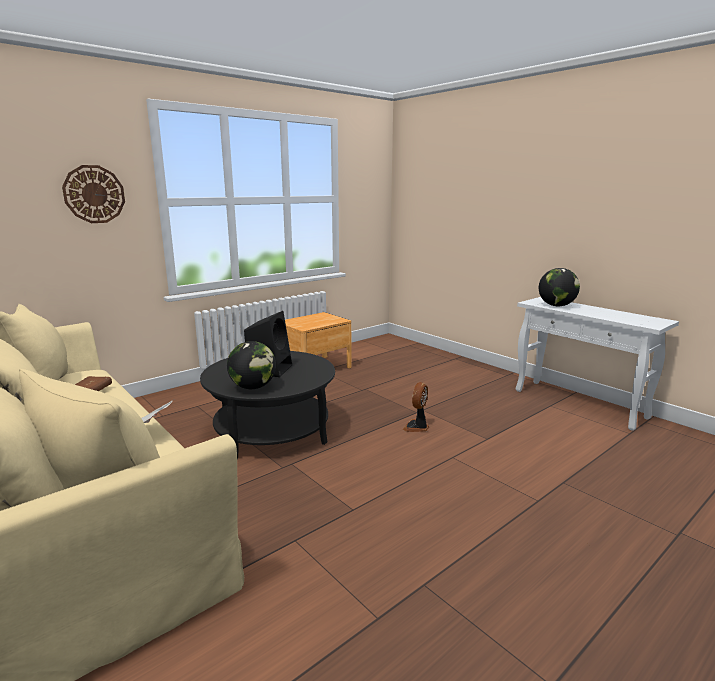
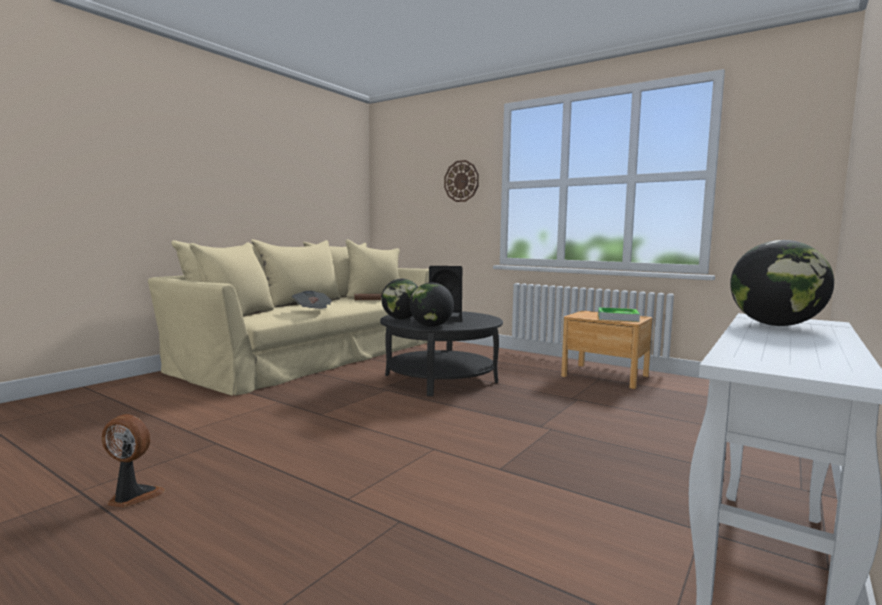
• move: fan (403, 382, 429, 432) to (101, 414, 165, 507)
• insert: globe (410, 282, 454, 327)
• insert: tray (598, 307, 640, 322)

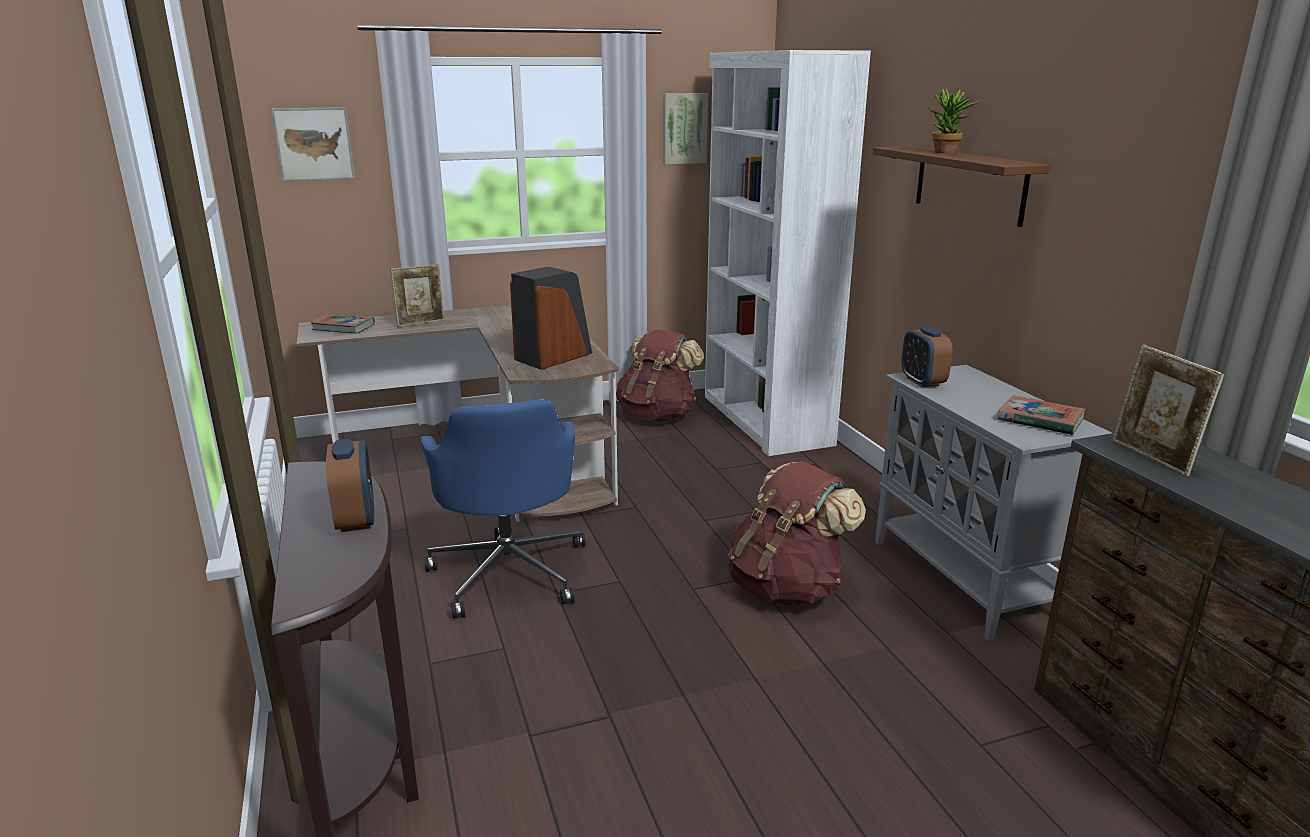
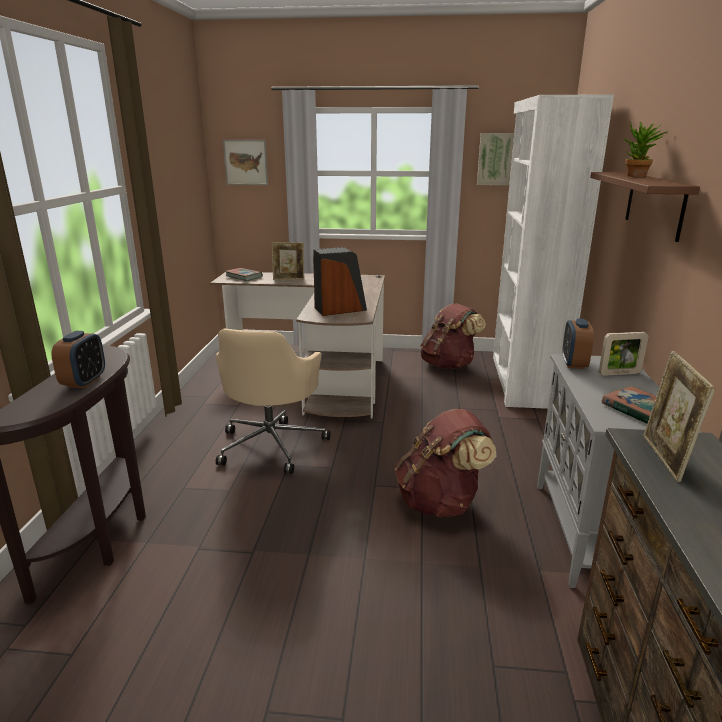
• recolor: blue office chair (421, 399, 585, 619) to beige office chair (216, 329, 331, 474)
• insert: picture frame (599, 332, 648, 376)

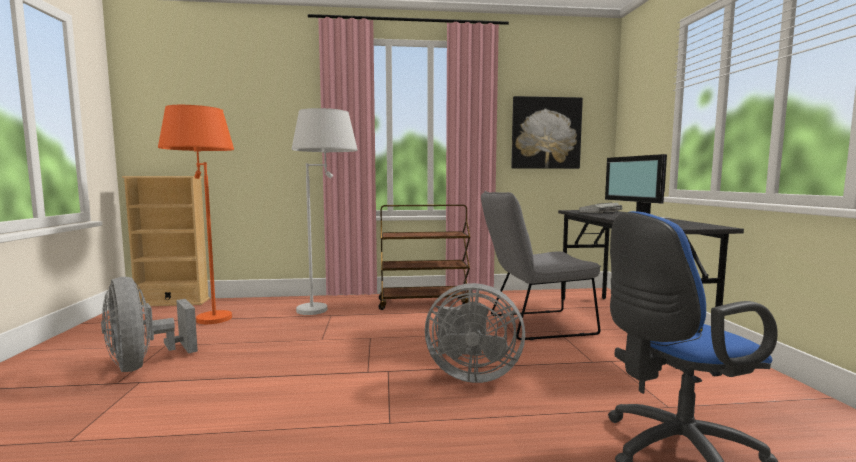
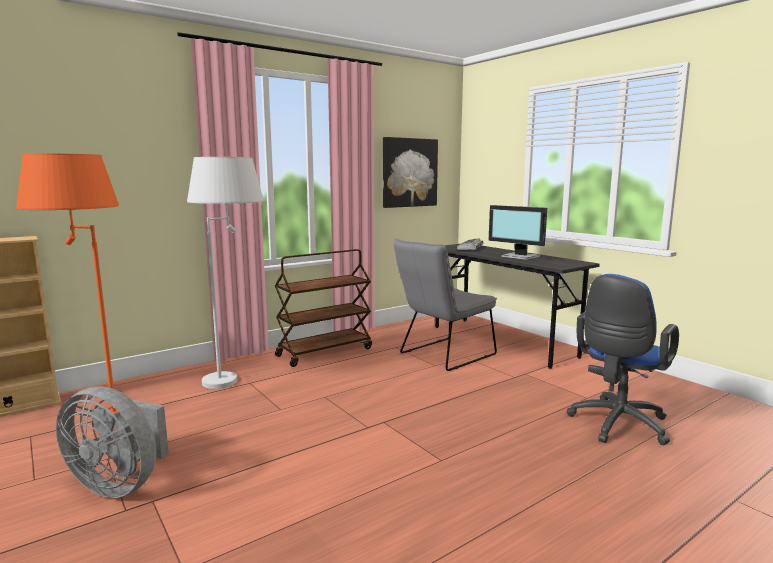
• delete: grey fan (425, 283, 525, 383)

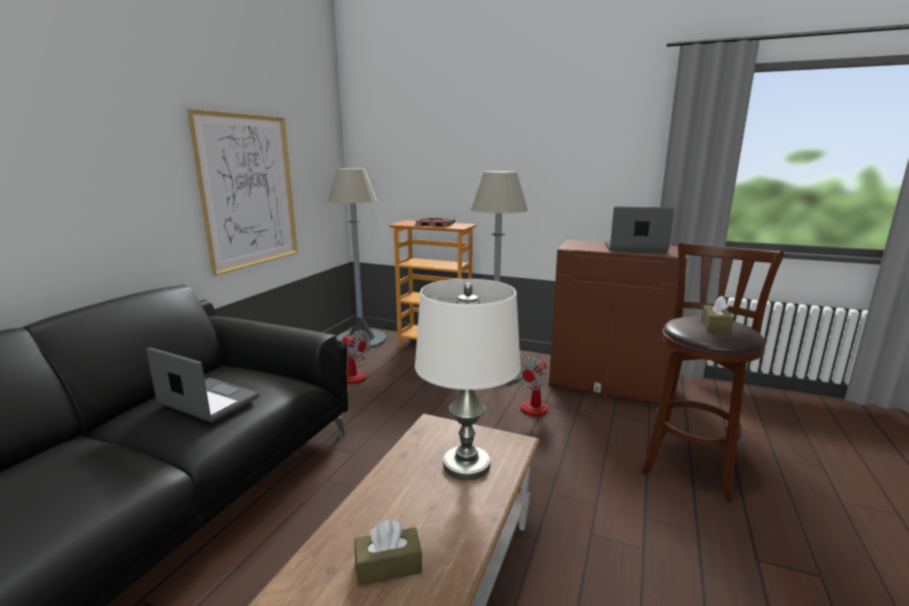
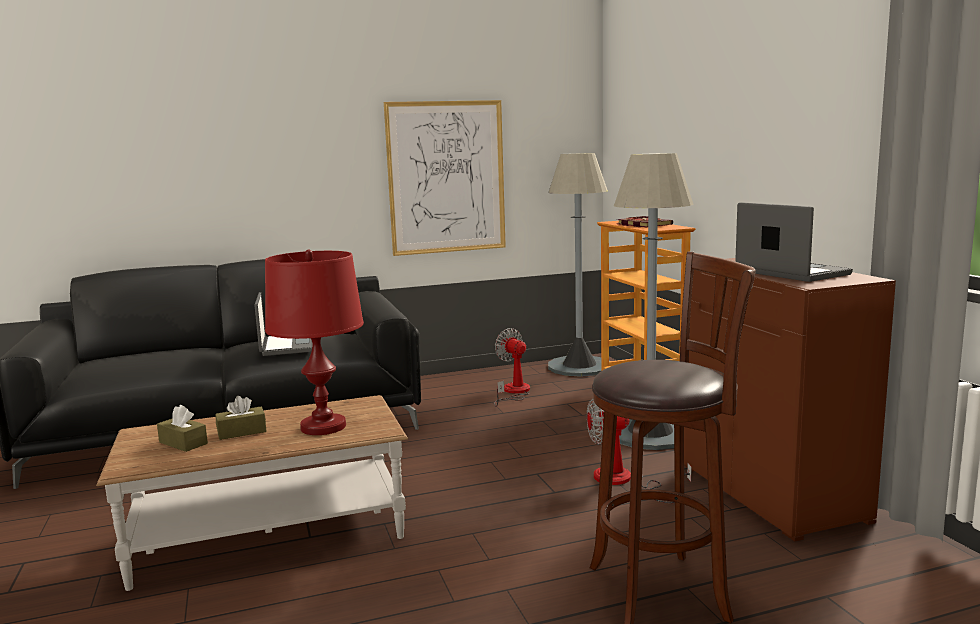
• move: brown tissue box (701, 296, 734, 334) to (215, 396, 267, 440)
• recolor: white table lamp (415, 279, 521, 480) to red table lamp (265, 250, 364, 435)
• rotate: fan (342, 330, 371, 384) = (494, 328, 530, 407) 150 degrees clockwise

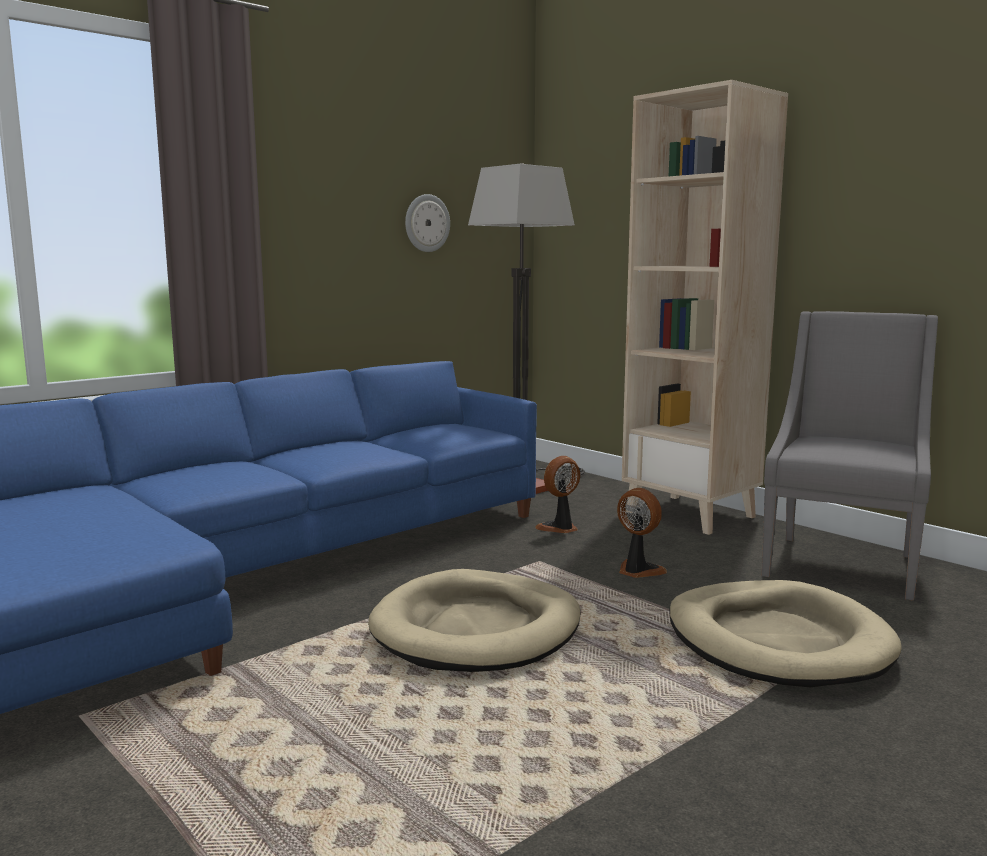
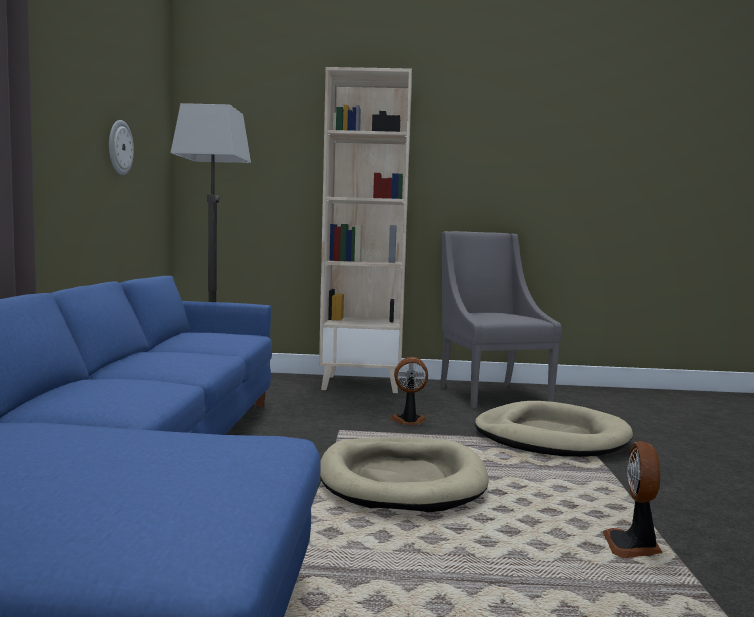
• move: fan (535, 456, 580, 533) to (603, 441, 663, 558)

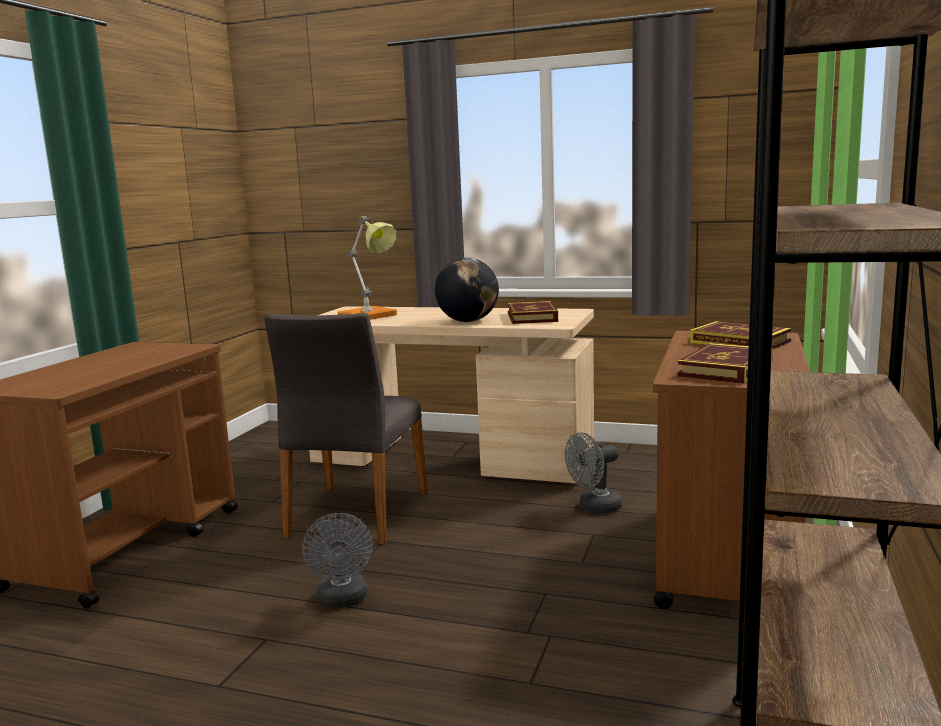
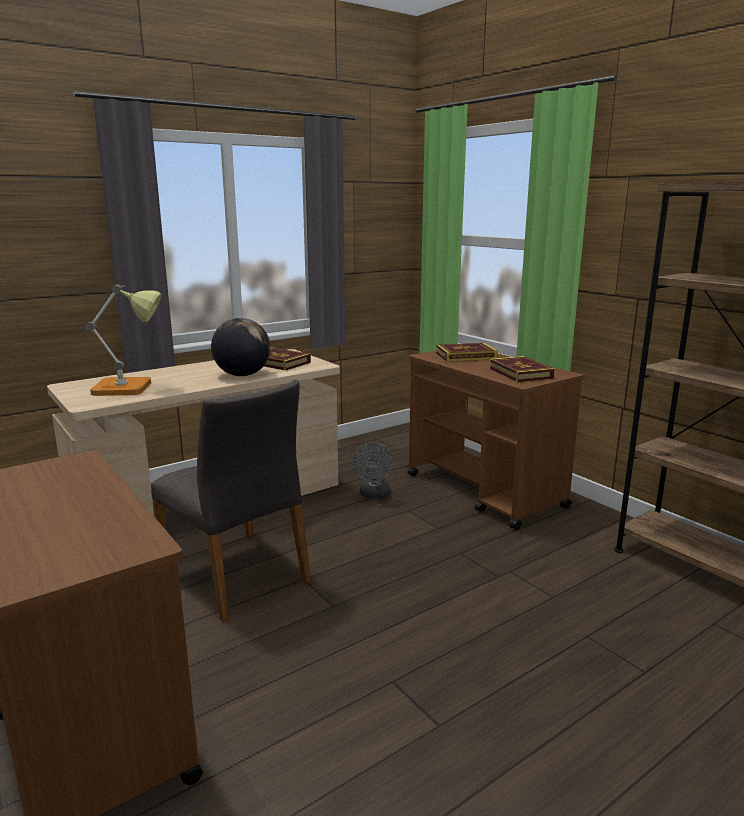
• delete: grey fan (302, 513, 373, 608)

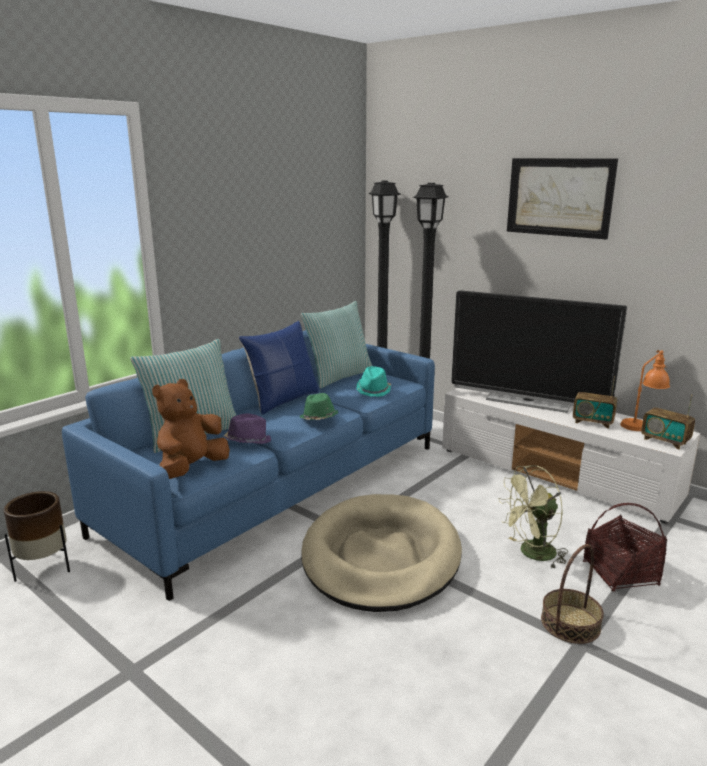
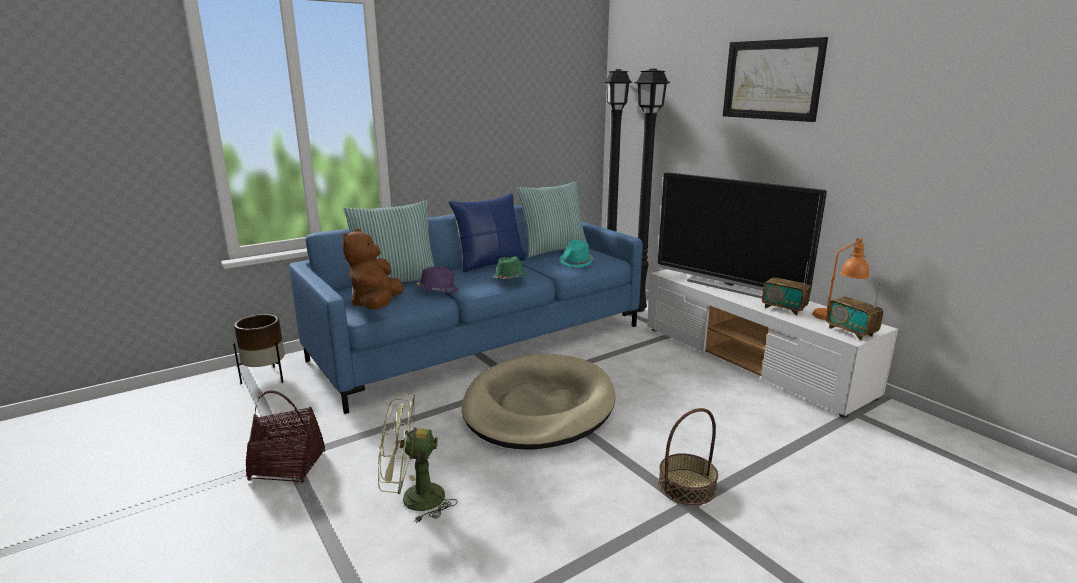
• move: basket (583, 503, 667, 591) to (246, 391, 325, 484)
• rotate: brown plush toy (152, 379, 230, 479) = (342, 228, 404, 309) 45 degrees counterclockwise
• move: green fan (499, 465, 568, 568) to (378, 393, 458, 523)

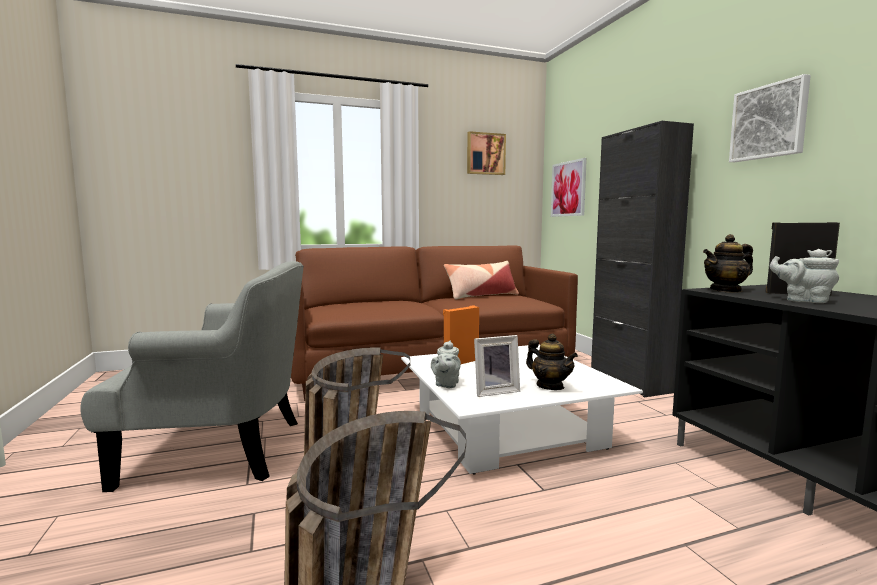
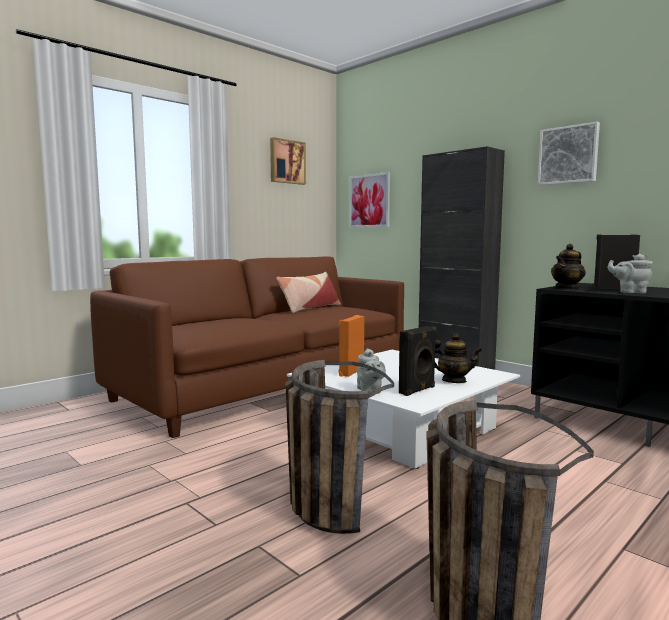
• replace: picture frame (474, 335, 520, 397) to black speaker (399, 326, 436, 396)
• delete: grey armchair (80, 261, 304, 492)

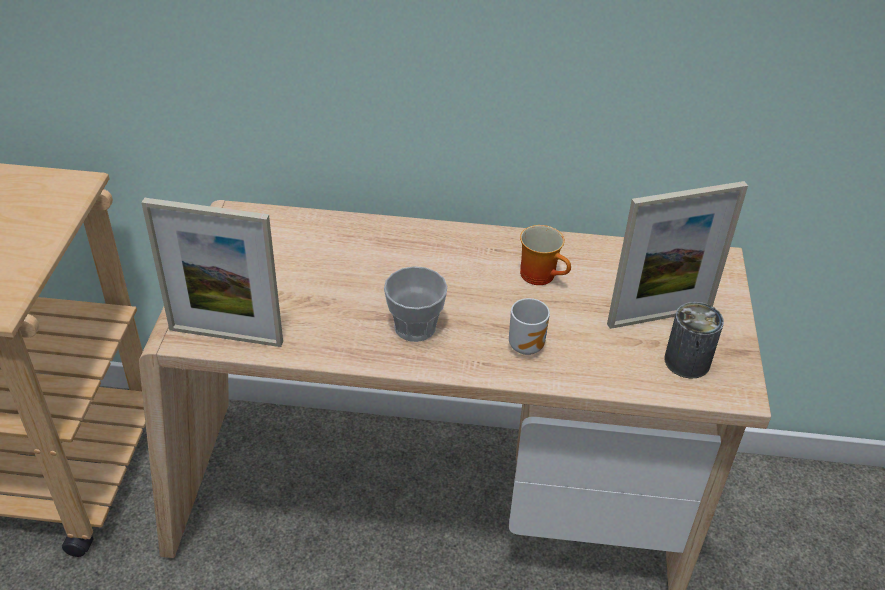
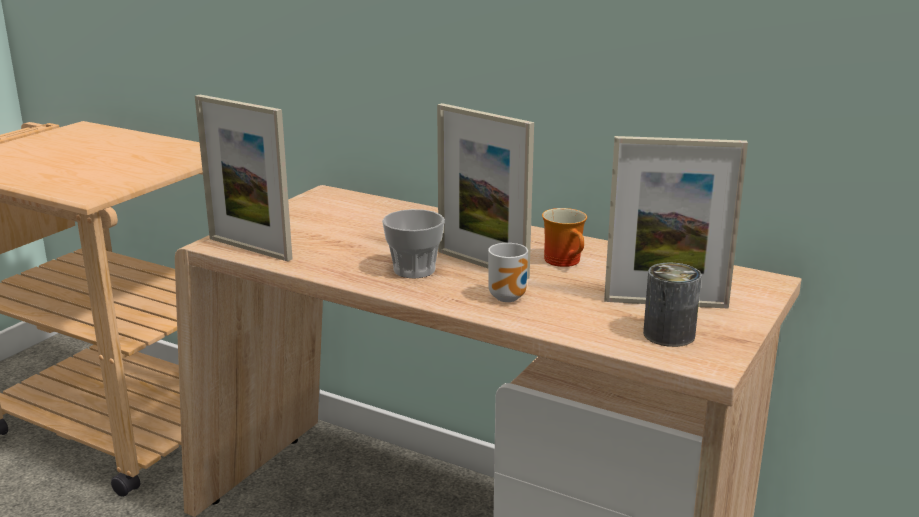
• insert: picture frame (437, 103, 534, 279)

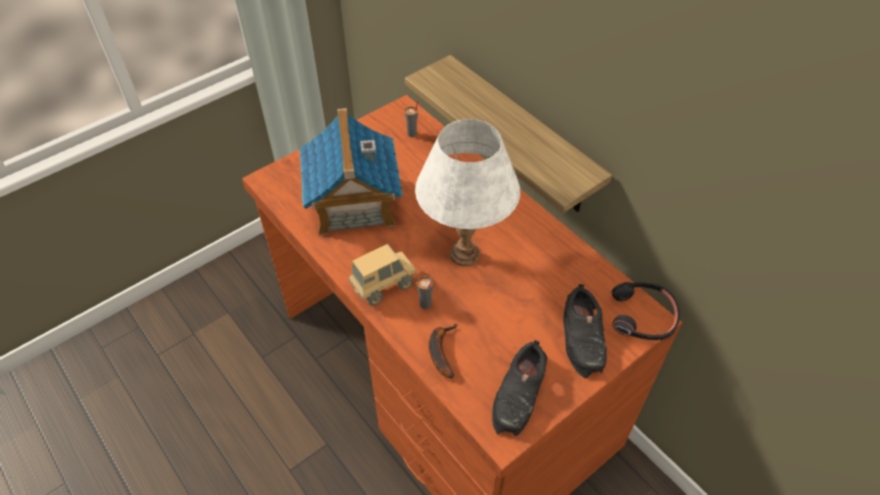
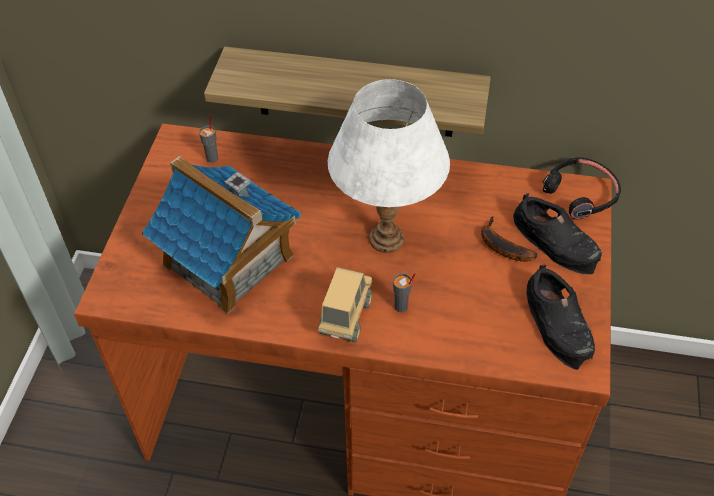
• move: banana (429, 324, 457, 378) to (481, 216, 537, 262)

